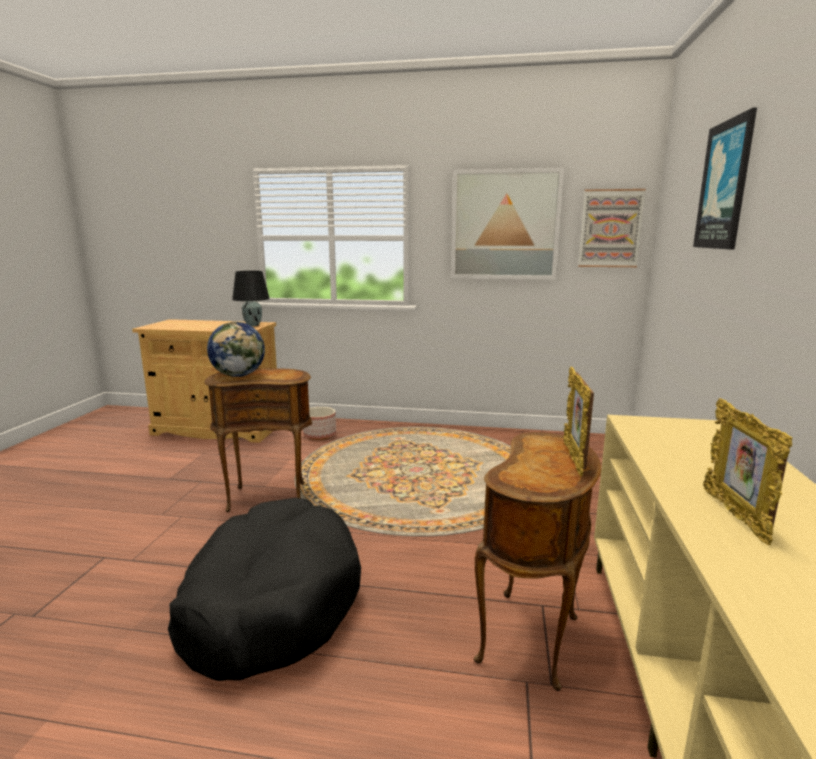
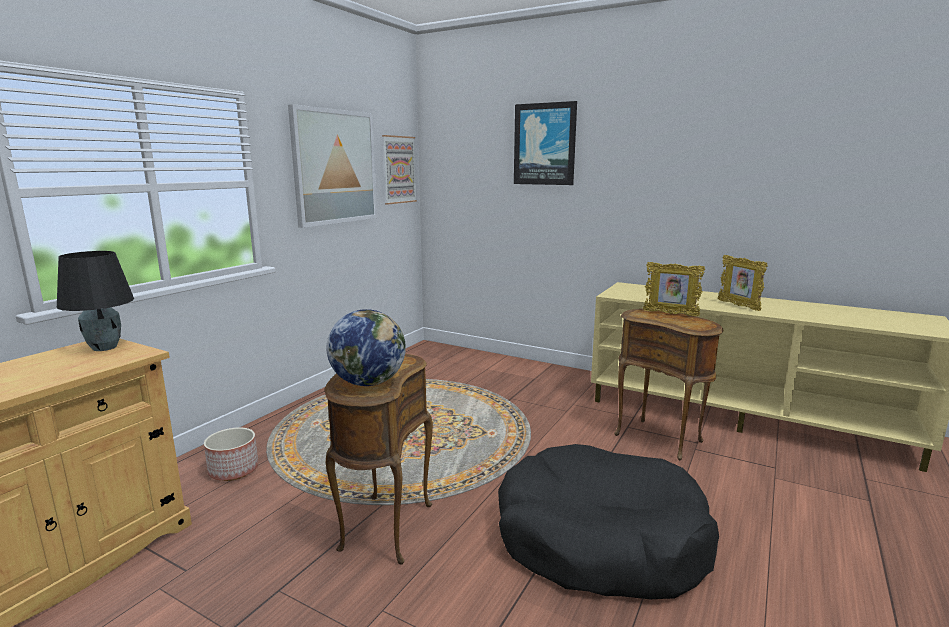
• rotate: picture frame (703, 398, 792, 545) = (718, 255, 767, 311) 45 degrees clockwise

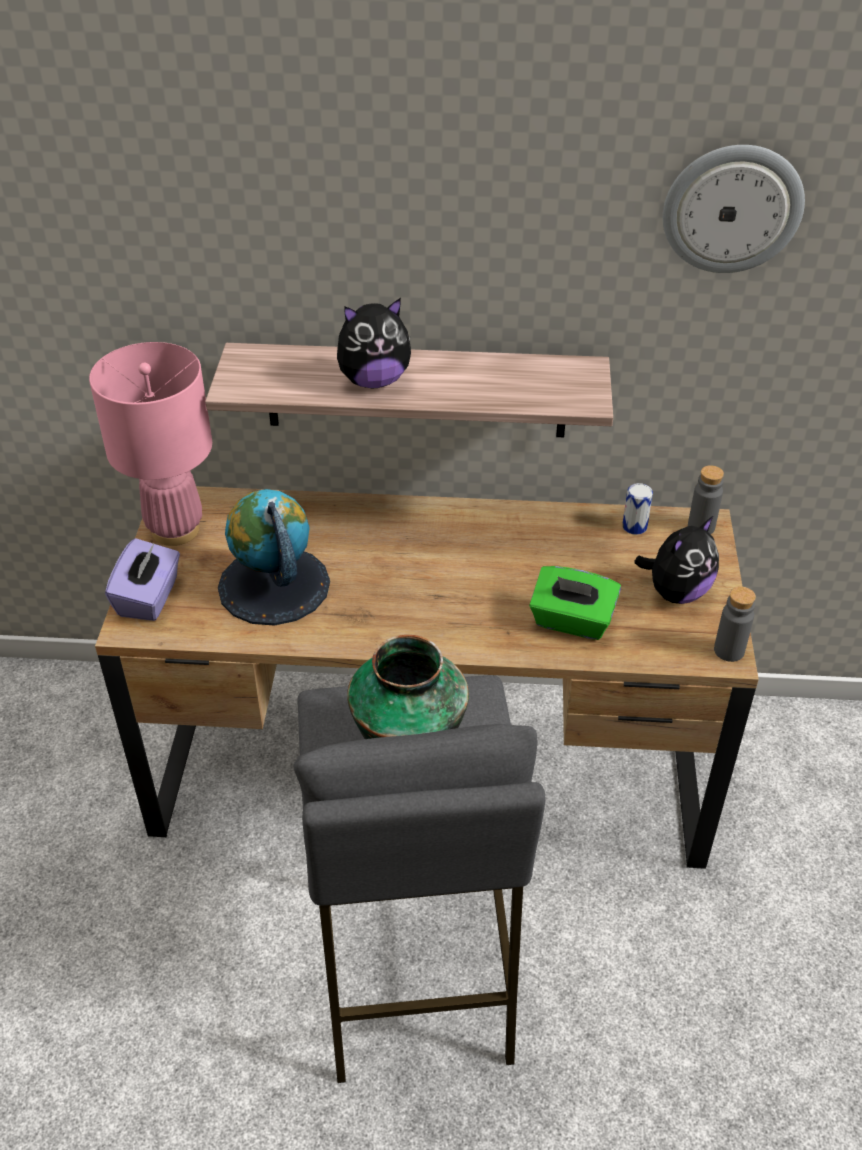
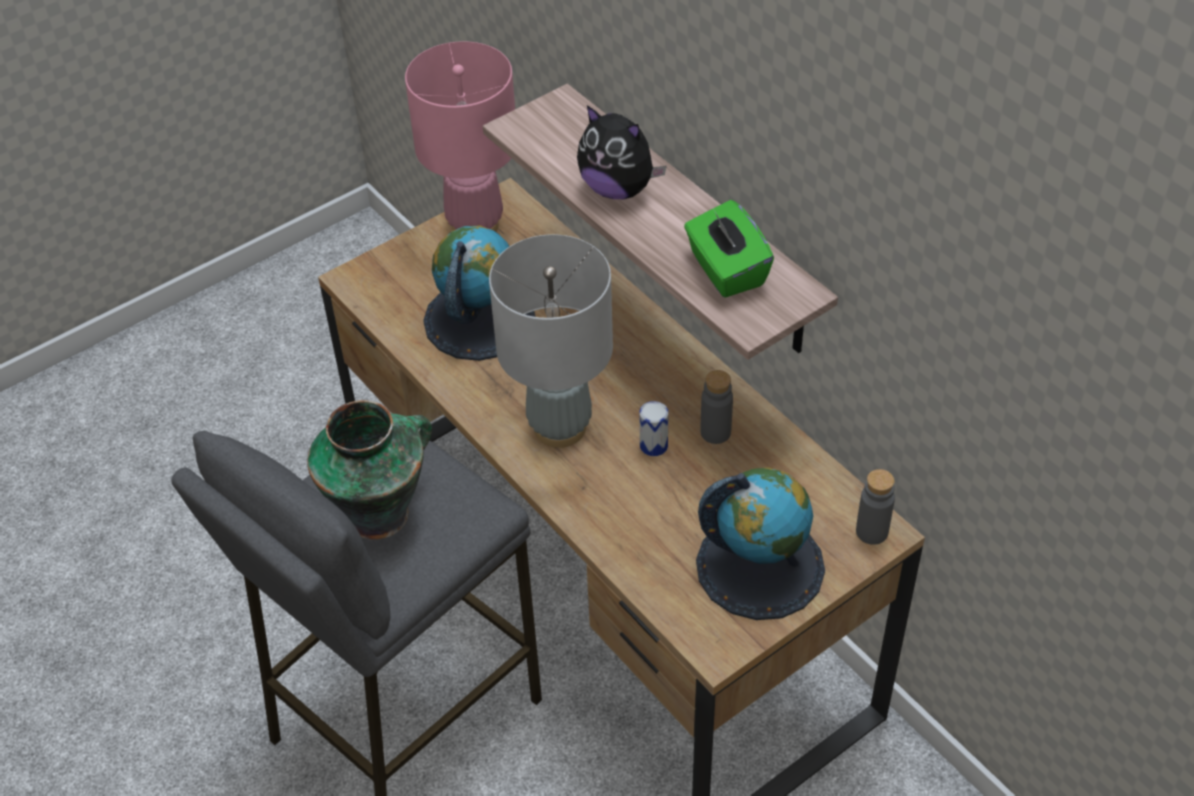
• insert: grey table lamp (489, 234, 613, 448)
• move: can (622, 483, 653, 535) to (640, 401, 668, 456)
• move: green tissue box (529, 566, 621, 640) to (684, 200, 774, 298)
• replace: plush toy (634, 516, 719, 604) to globe (696, 468, 825, 620)
• move: grey bottle (714, 586, 756, 662) to (700, 370, 733, 444)
• delete: purple tissue box (105, 538, 180, 621)
• delete: wall clock (663, 145, 805, 273)

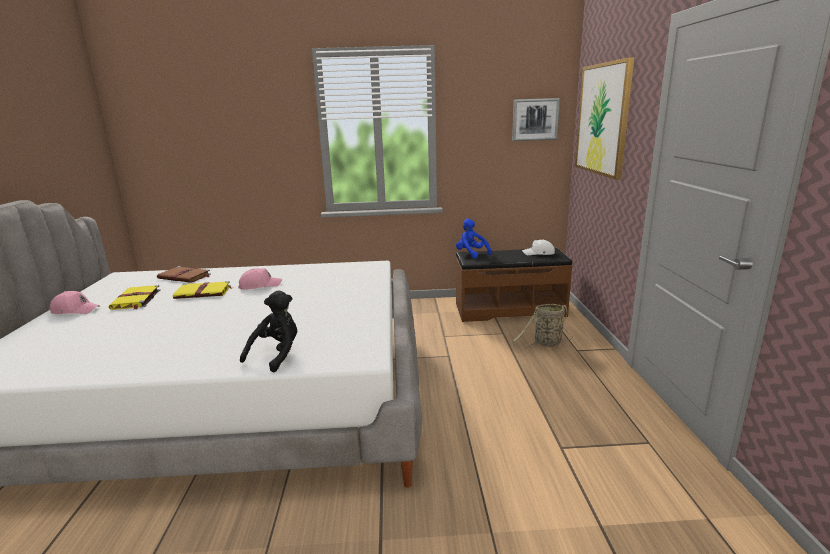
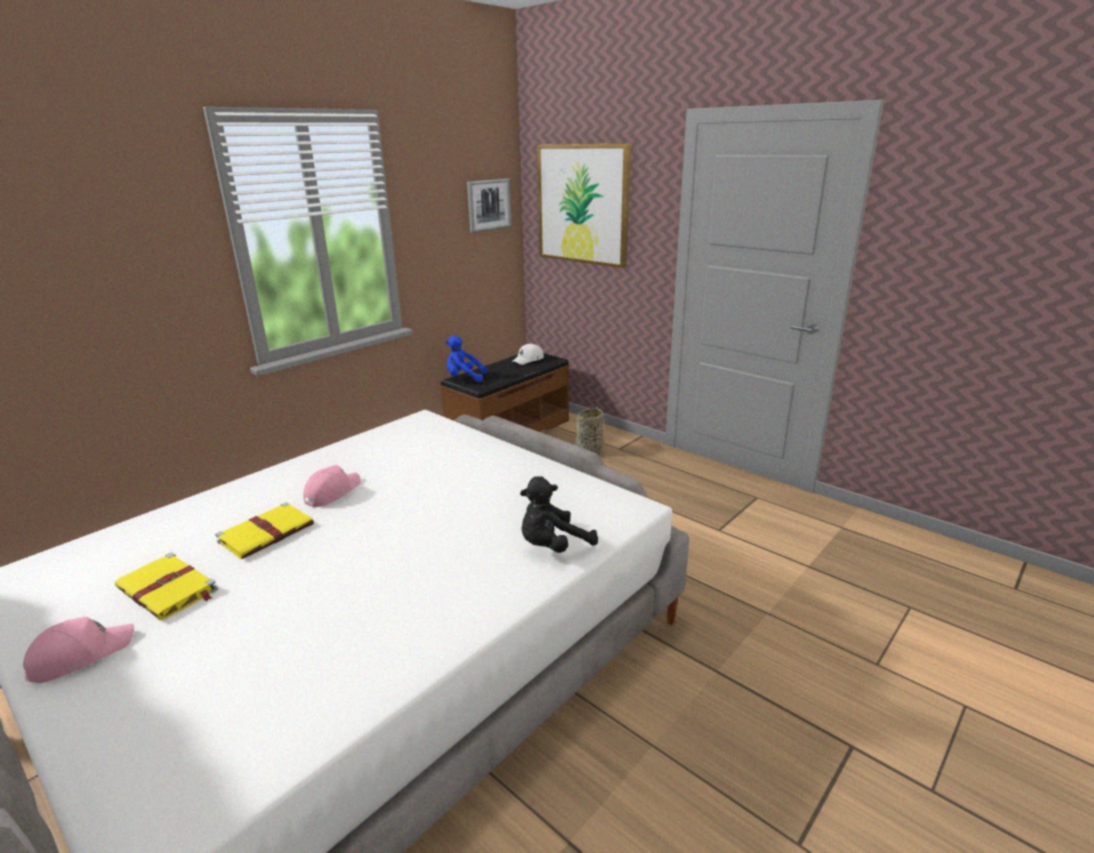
• rotate: black plush toy (240, 290, 297, 373) = (520, 476, 598, 553) 105 degrees counterclockwise
• delete: brown book (157, 266, 211, 283)

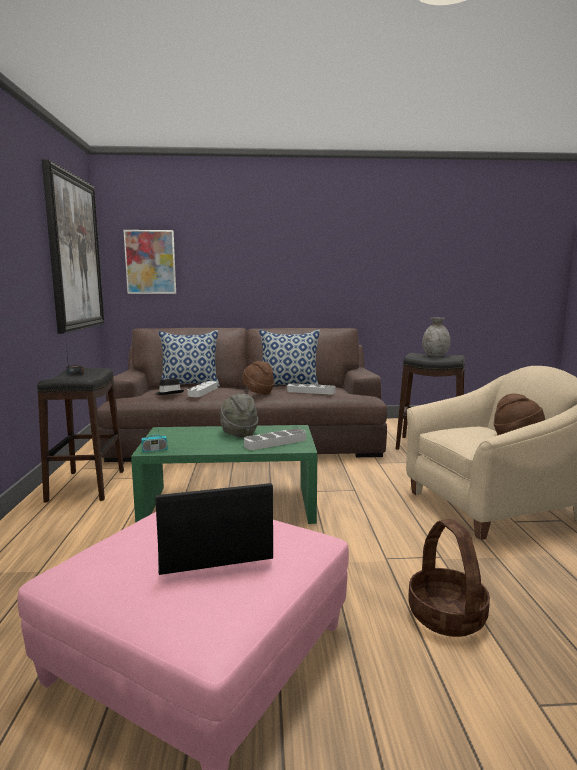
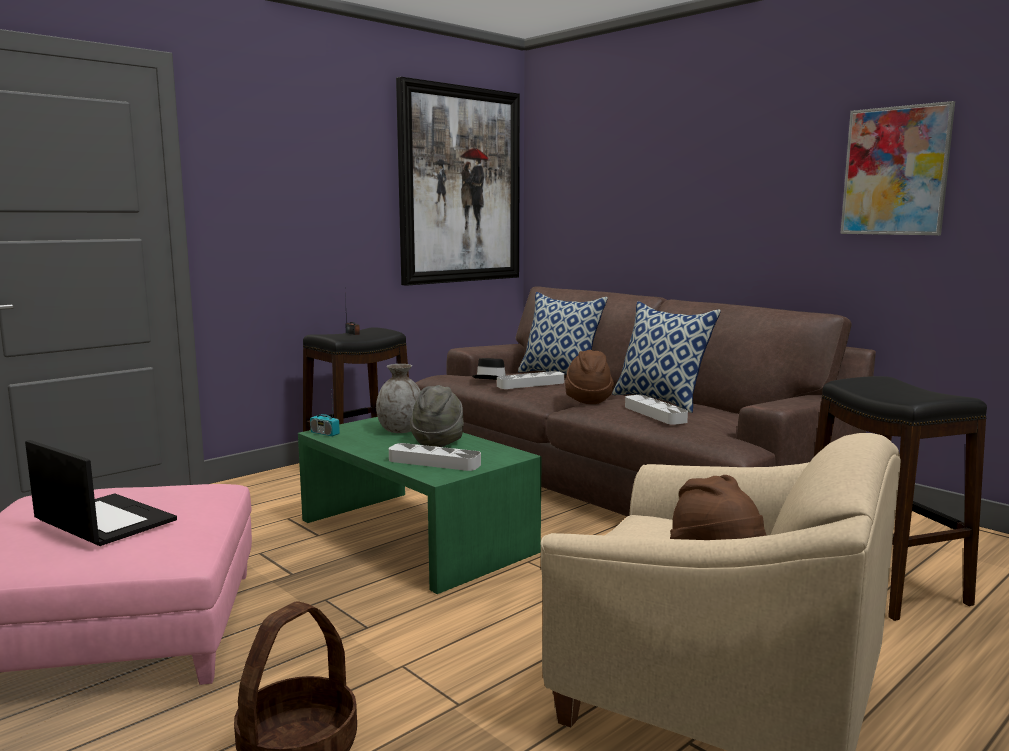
• move: grey vase (422, 318, 450, 356) to (376, 364, 421, 433)
• move: picture (124, 230, 176, 294) to (840, 101, 955, 235)

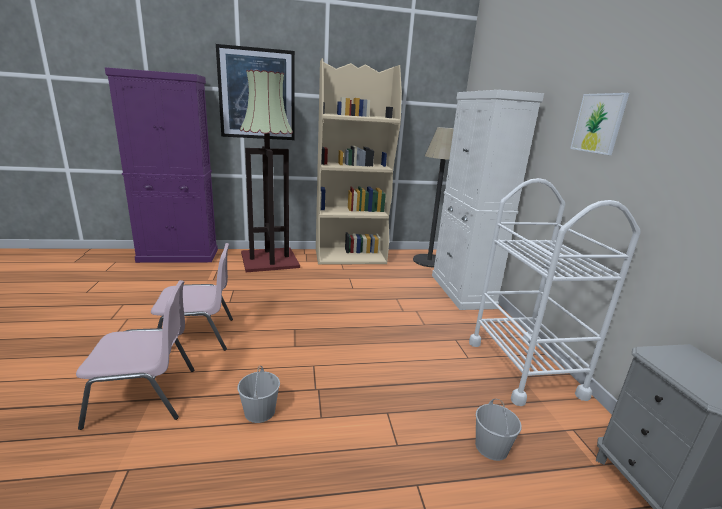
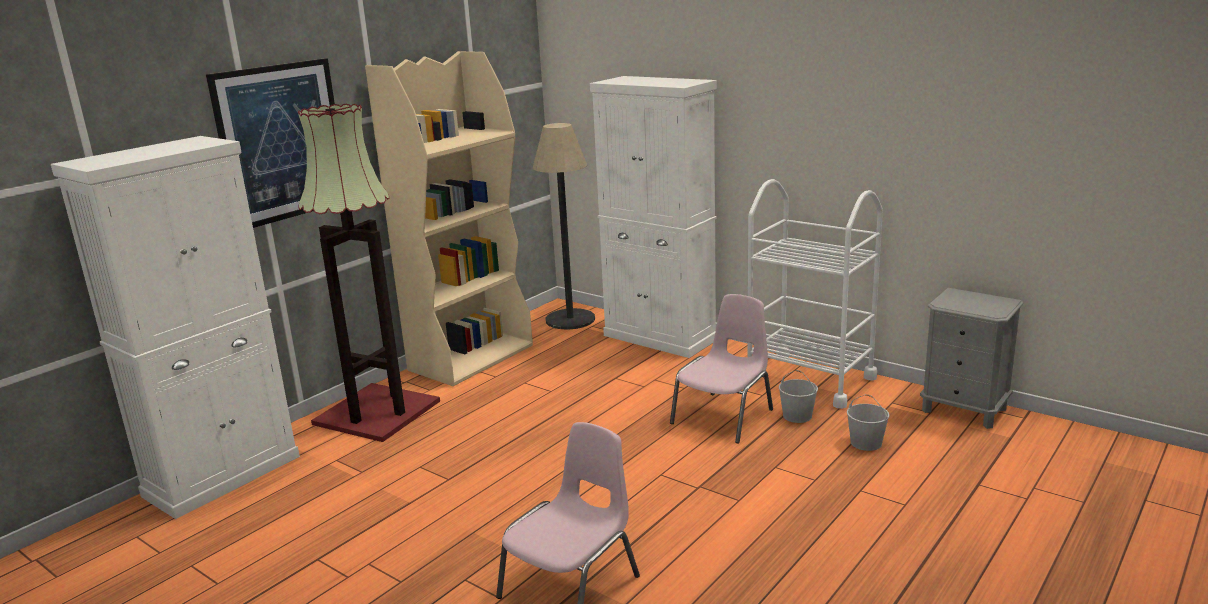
• recolor: purple cabinet (105, 67, 218, 263) to white cabinet (51, 136, 300, 519)
• move: pink chair (151, 243, 233, 351) to (670, 294, 773, 443)
• move: white bucket (237, 366, 280, 423) to (779, 370, 818, 423)
• delete: picture (570, 93, 629, 155)

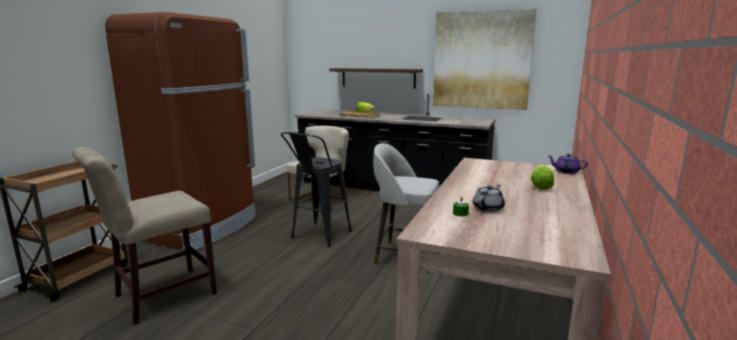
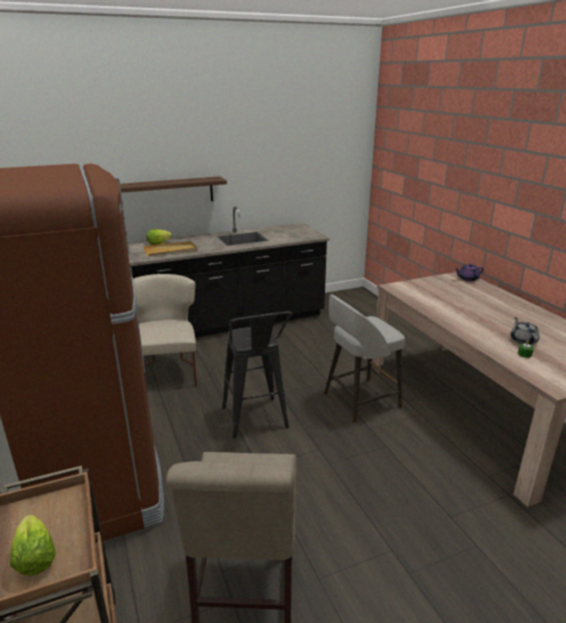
• move: lettuce (531, 166, 554, 190) to (10, 515, 56, 576)
• delete: picture (433, 8, 536, 110)

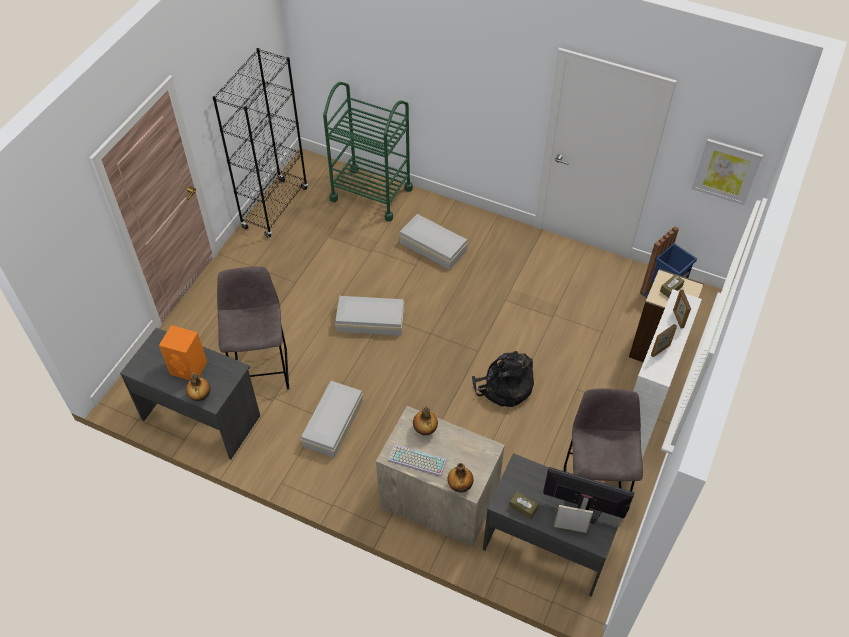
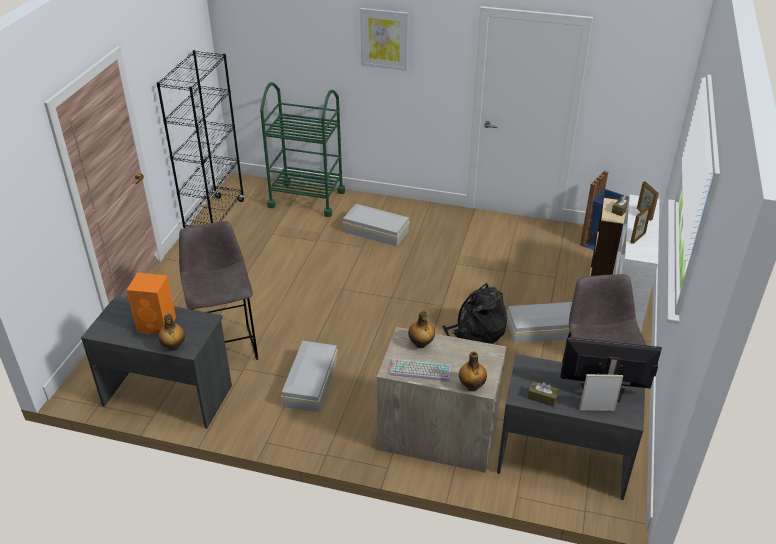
• move: picture (692, 139, 763, 205) to (360, 8, 409, 71)
• move: white storage box (335, 296, 405, 336) to (507, 302, 572, 343)

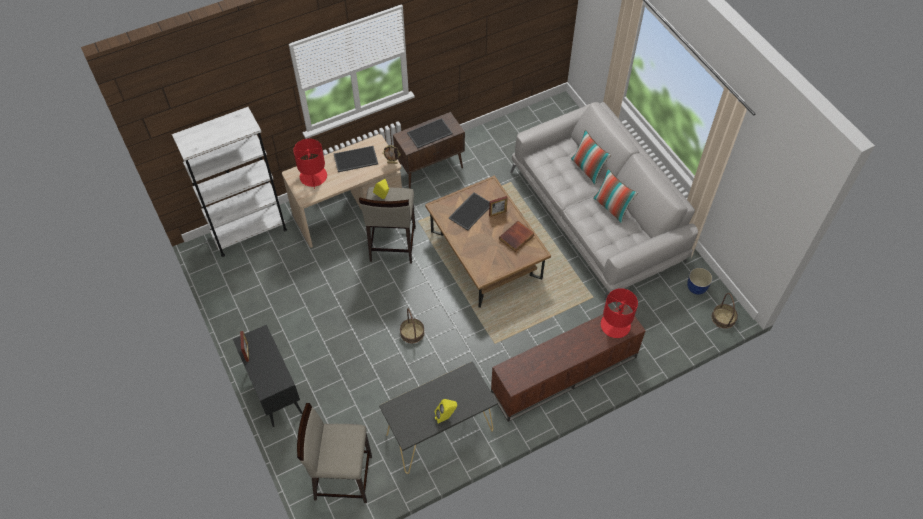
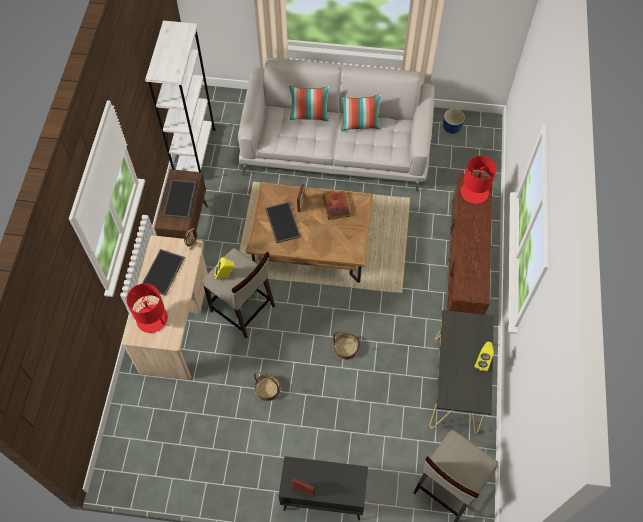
• move: white bookcase (172, 107, 287, 257) to (145, 21, 216, 172)
• move: basket (712, 293, 738, 329) to (254, 372, 280, 401)

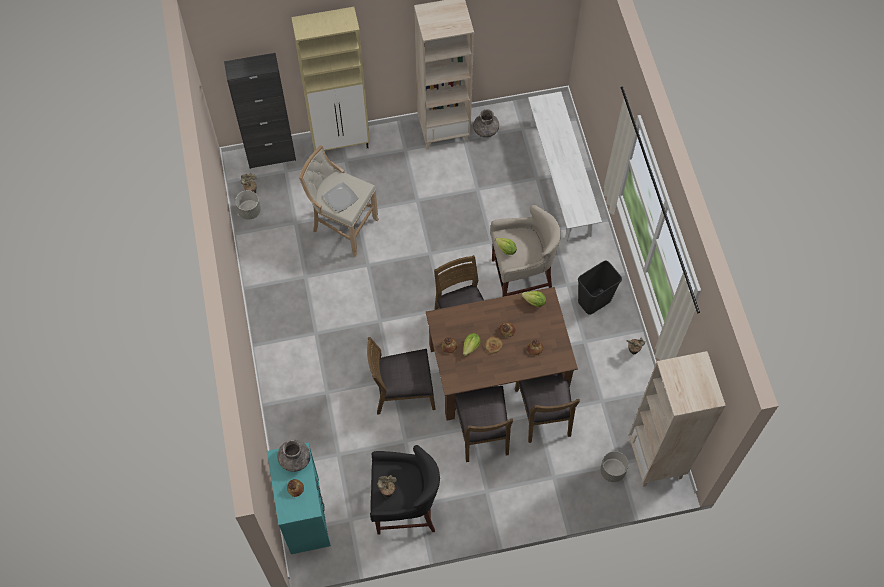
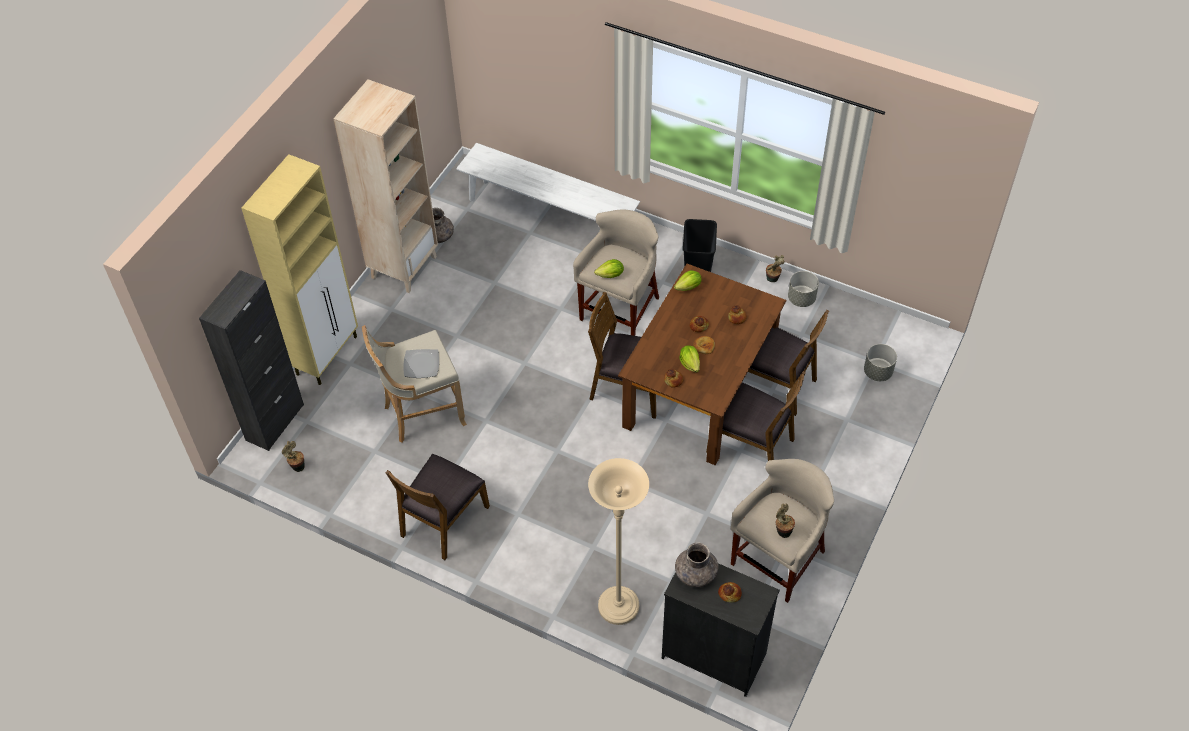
• move: brown chair (367, 337, 436, 415) to (386, 454, 490, 560)
• insert: beige floor lamp (588, 458, 649, 625)
• recolor: turquoise dresser (267, 443, 331, 554) to black dresser (662, 563, 780, 697)
• recolor: black stool (370, 445, 440, 535) to beige stool (731, 459, 834, 603)
• move: grey planter (235, 190, 261, 220) to (788, 271, 819, 307)
• delete: beige bookcase (629, 351, 726, 487)

